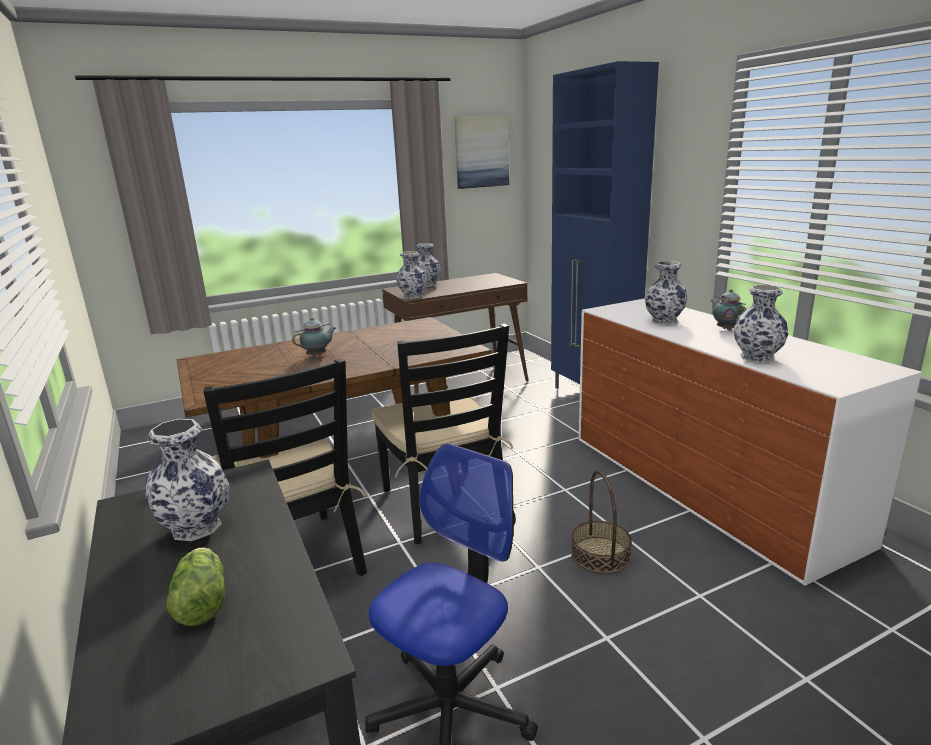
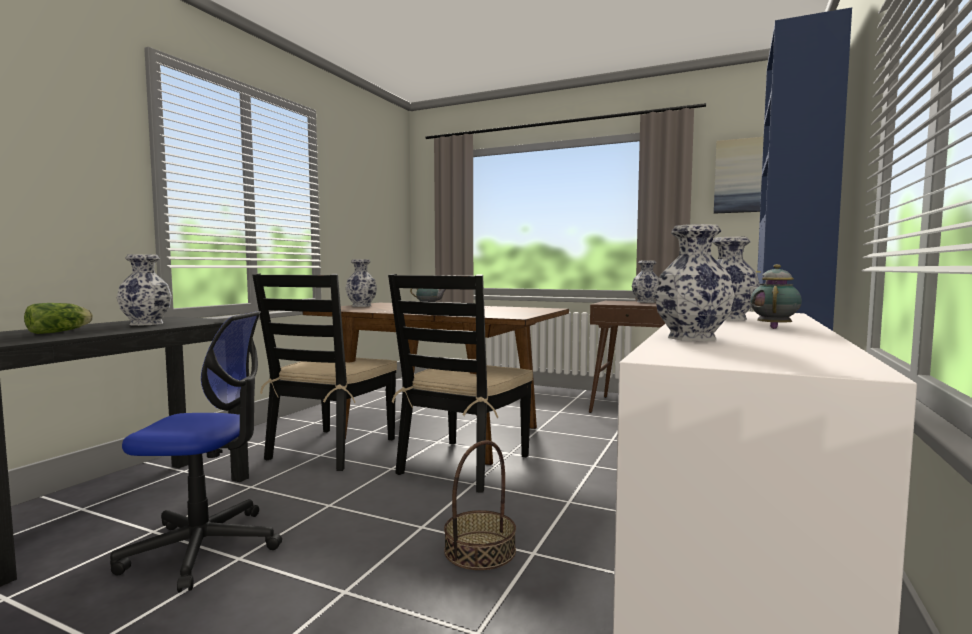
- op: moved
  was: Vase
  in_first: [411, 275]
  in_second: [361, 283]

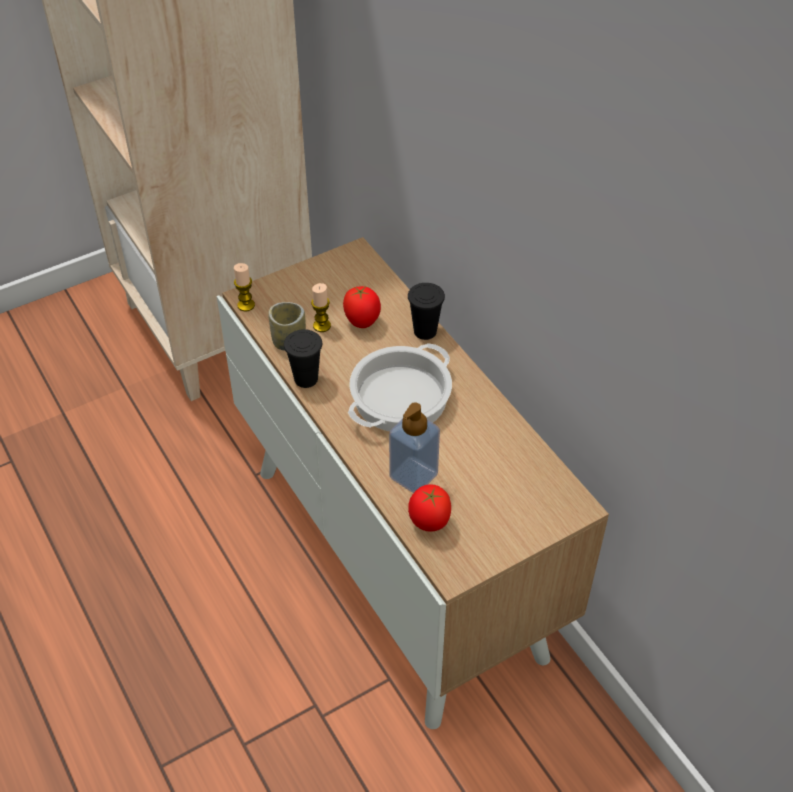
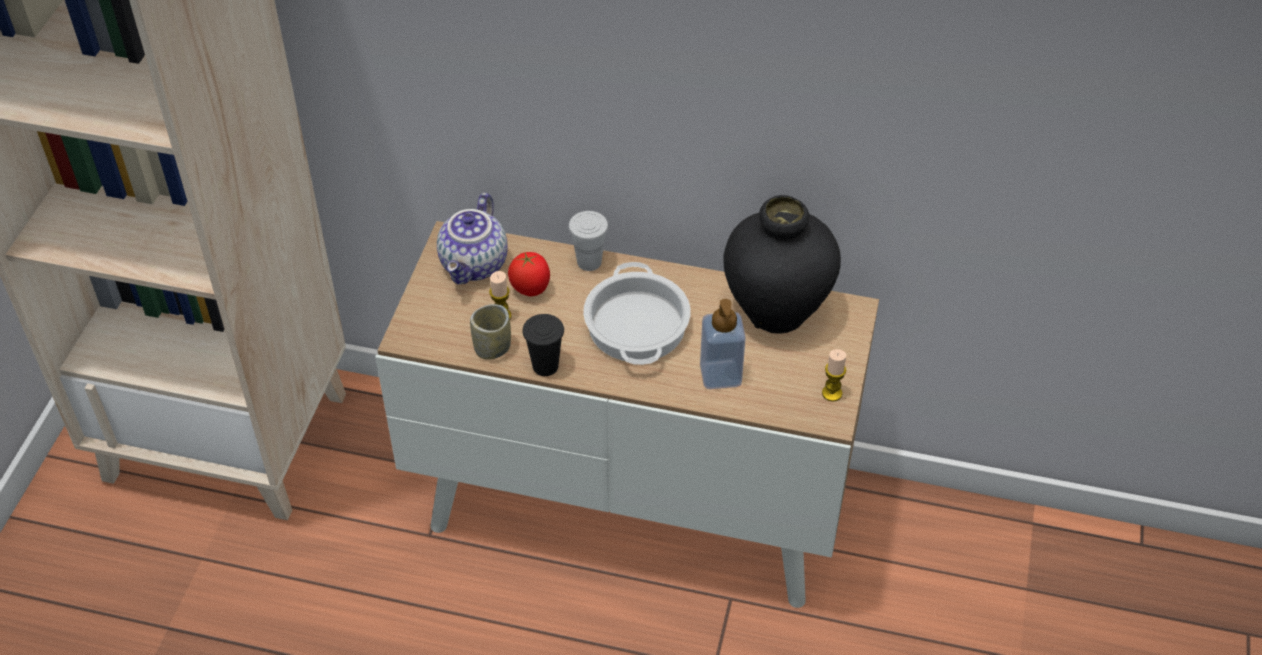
- op: moved
  was: Kerze
  in_first: [244, 287]
  in_second: [834, 375]
- op: recoloured
  was: Tasse (schwarz)
  now: Tasse (weiß)
  in_first: [426, 311]
  in_second: [588, 241]
- op: removed
  was: Tomate
  in_first: [429, 508]
- op: added
  now: Teekanne
  in_second: [472, 238]
- op: added
  now: Vase (schwarz)
  in_second: [782, 264]

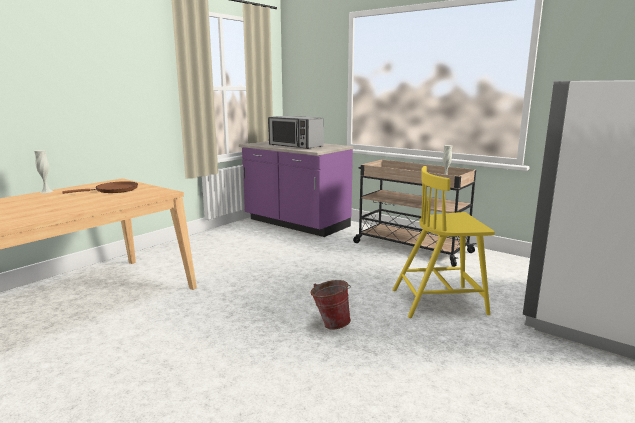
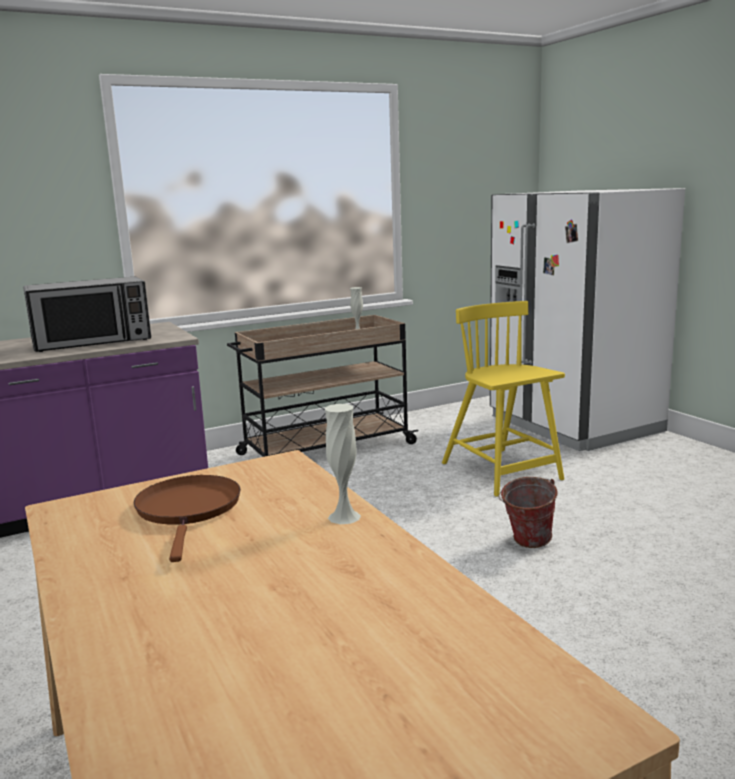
- op: moved
  was: Vase (weiß)
  in_first: [43, 171]
  in_second: [343, 464]
- op: turned
  was: Stuhl (gelb)
  in_first: [443, 242]
  in_second: [503, 399]
  clockwise: 135

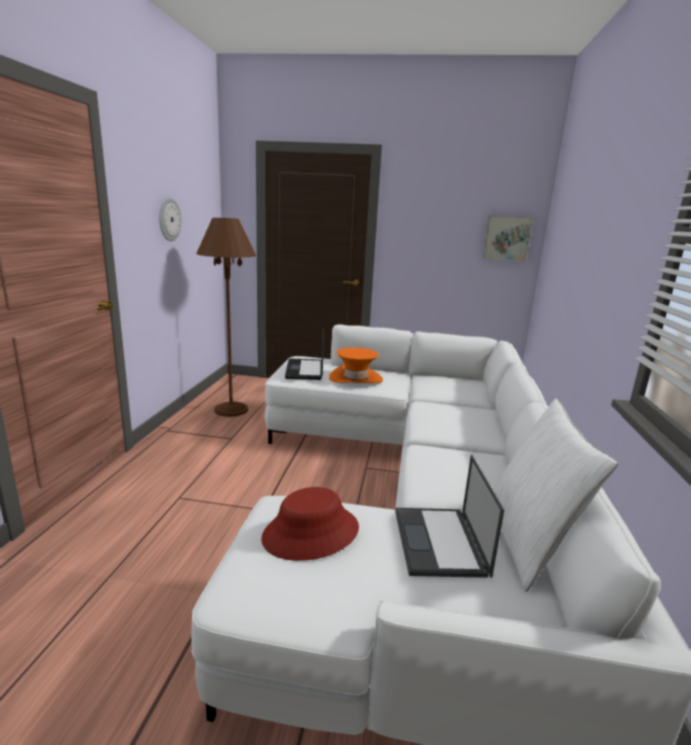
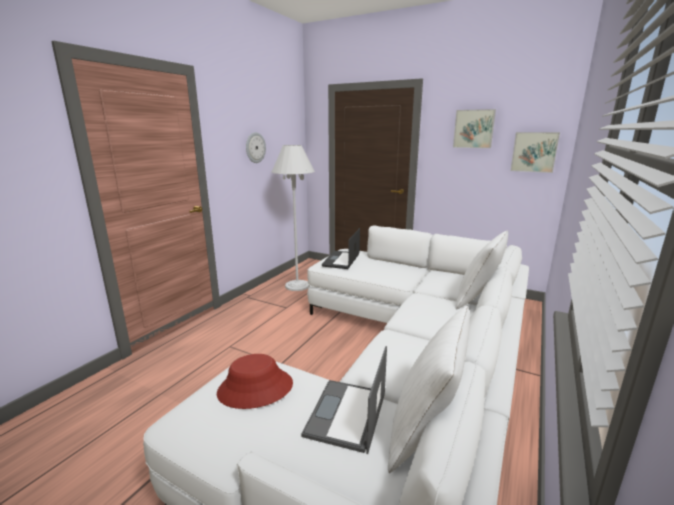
- op: recoloured
  was: Stehlampe (braun)
  now: Stehlampe (weiß)
  in_first: [226, 317]
  in_second: [293, 218]
- op: removed
  was: Hut (orange)
  in_first: [356, 365]
- op: added
  now: Bild
  in_second: [474, 128]
- op: added
  now: Kissen (weiß)
  in_second: [481, 270]

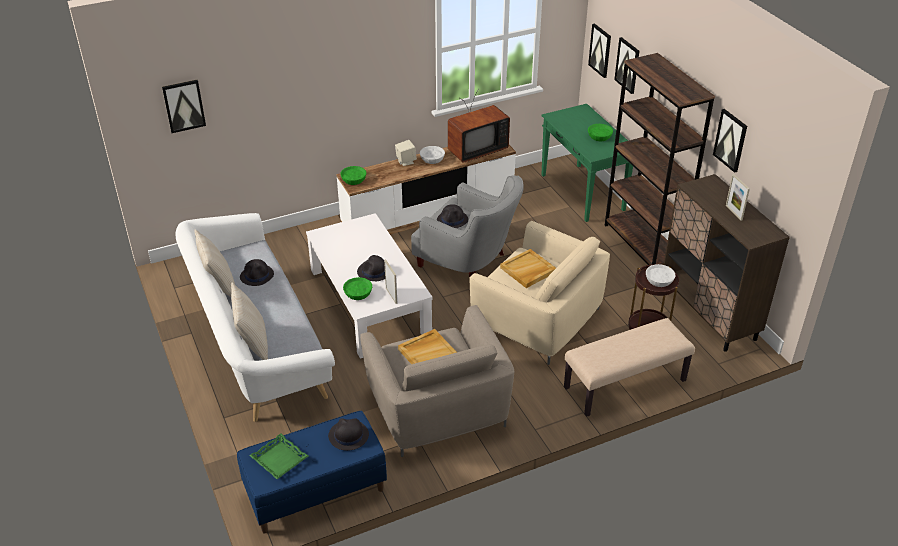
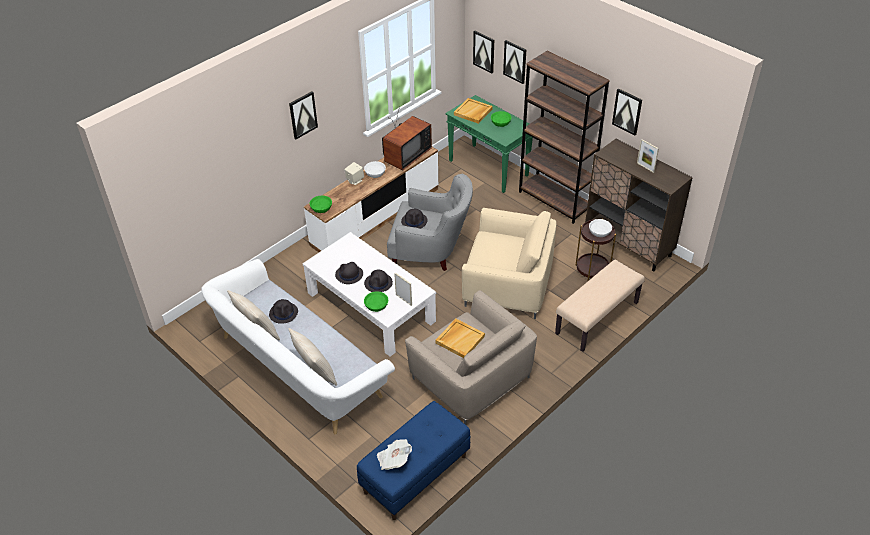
- op: moved
  was: Bild
  in_first: [184, 106]
  in_second: [303, 115]
- op: moved
  was: Tablett (beige)
  in_first: [528, 268]
  in_second: [473, 111]
- op: moved
  was: Hut (schwarz)
  in_first: [348, 434]
  in_second: [349, 273]
- op: replaced
  was: Tablett (grün)
  now: Zeitung
  in_first: [278, 456]
  in_second: [394, 454]

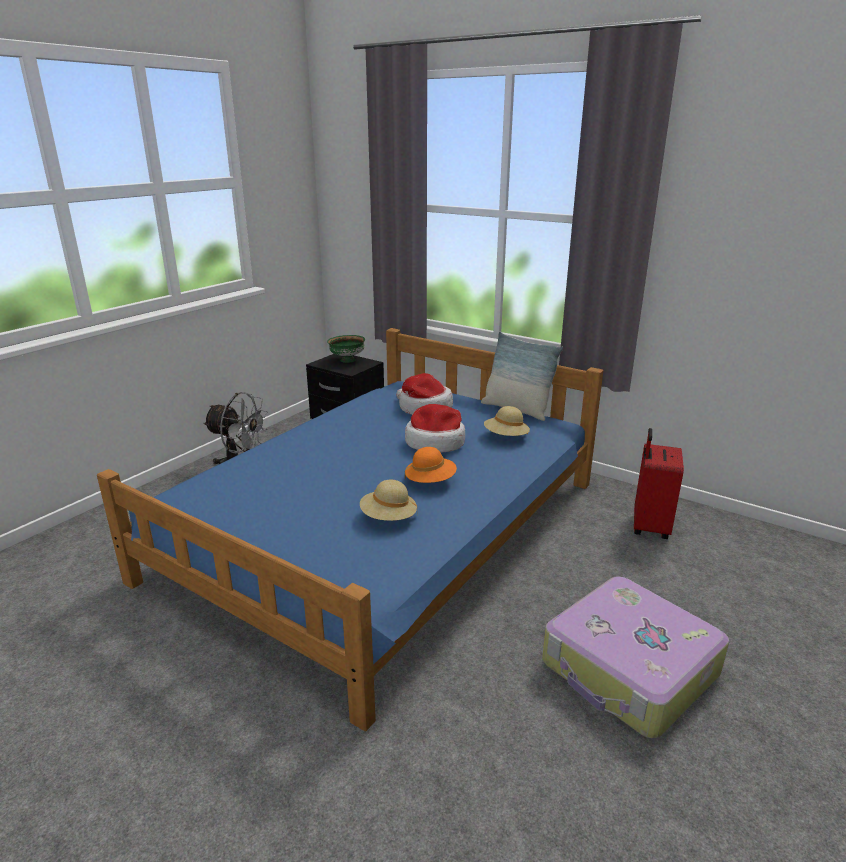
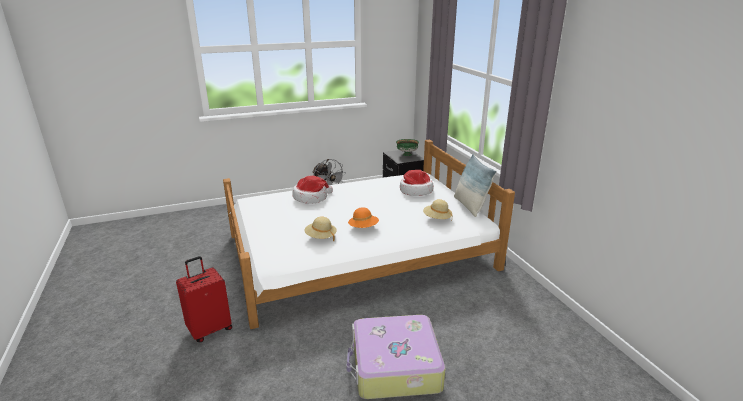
- op: recoloured
  was: Bett (blau)
  now: Bett (weiß)
  in_first: [350, 529]
  in_second: [369, 234]
- op: moved
  was: Hut
  in_first: [435, 428]
  in_second: [312, 190]
- op: moved
  was: Koffer (rot)
  in_first: [659, 483]
  in_second: [204, 299]

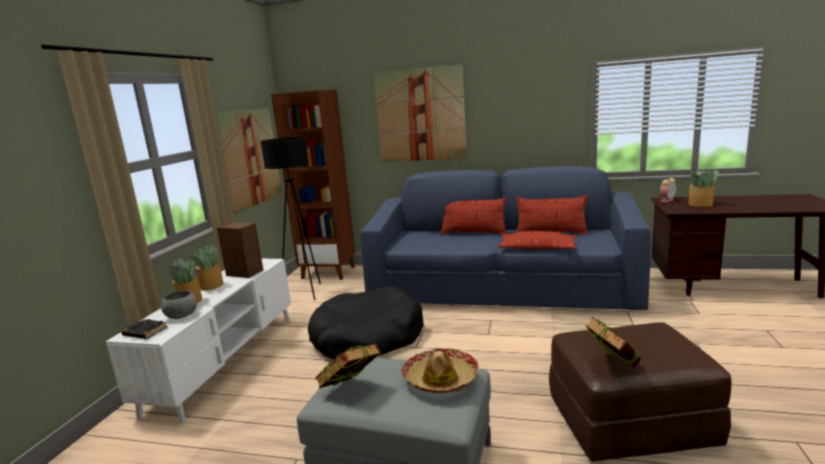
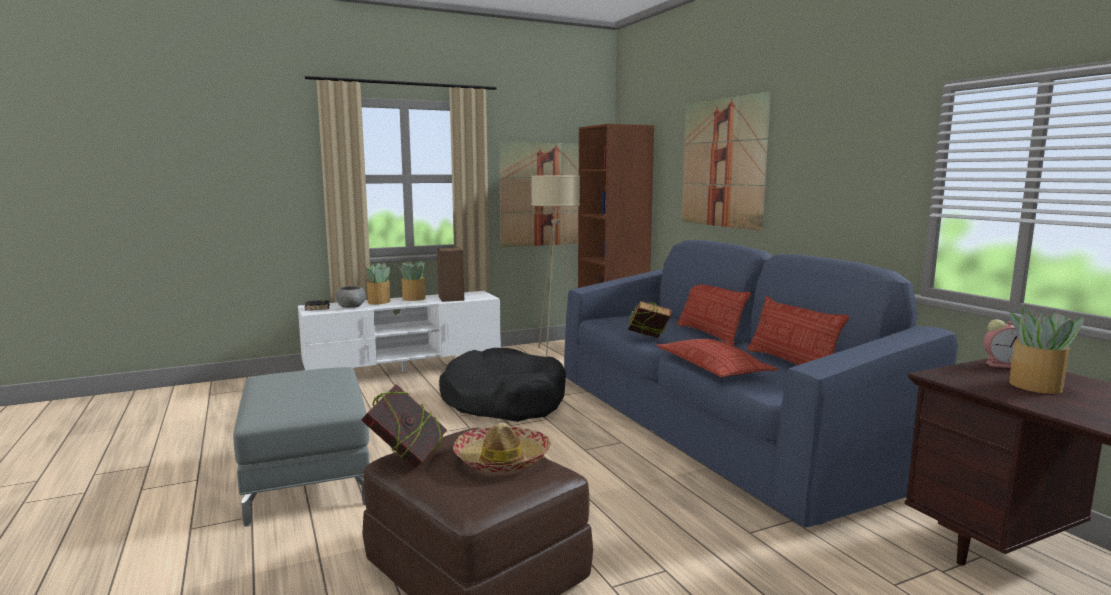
- op: recoloured
  was: Stehlampe (schwarz)
  now: Stehlampe (beige)
  in_first: [290, 218]
  in_second: [555, 266]
- op: moved
  was: Buch
  in_first: [348, 365]
  in_second: [650, 319]
- op: moved
  was: Hut
  in_first: [440, 370]
  in_second: [502, 447]

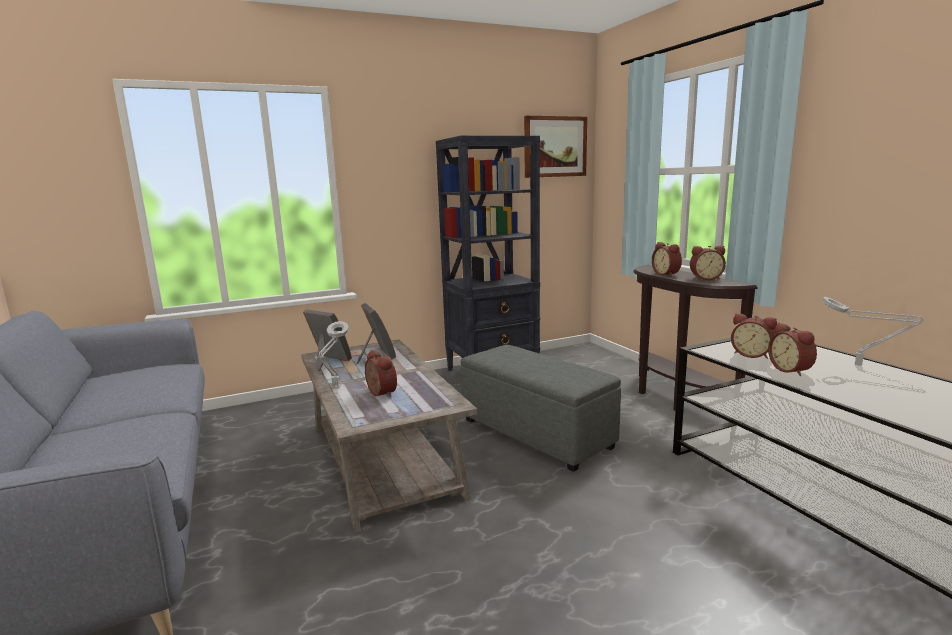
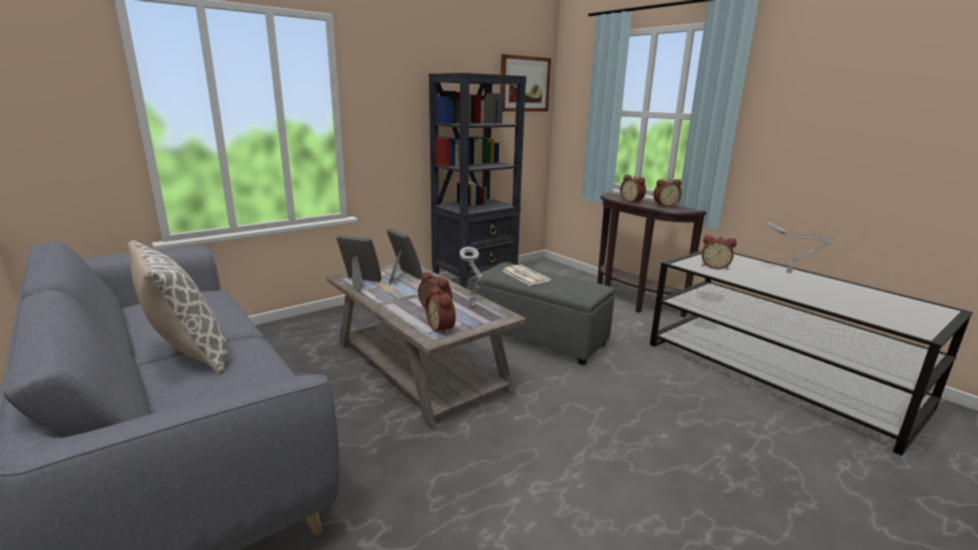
- op: moved
  was: Tischlampe (grau)
  in_first: [333, 354]
  in_second: [471, 277]
- op: moved
  was: Wecker
  in_first: [792, 349]
  in_second: [441, 310]
- op: added
  now: Kissen
  in_second: [177, 307]
- op: added
  now: Zeitung
  in_second: [527, 275]

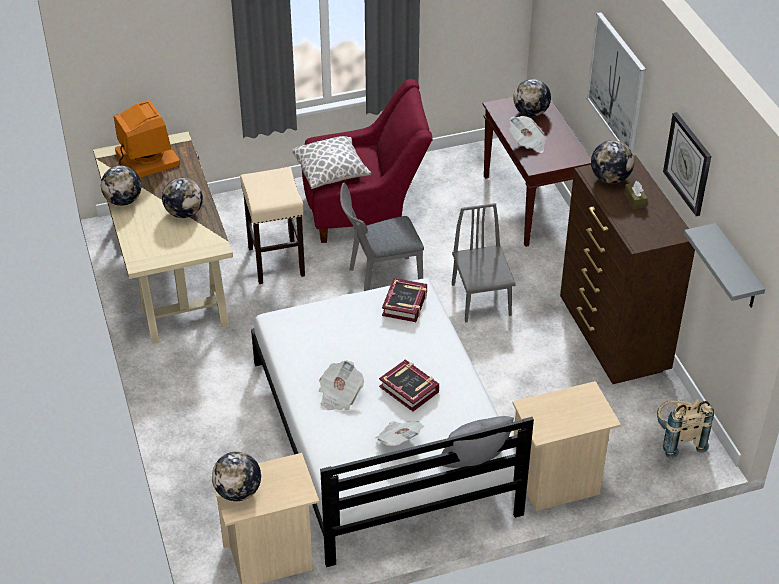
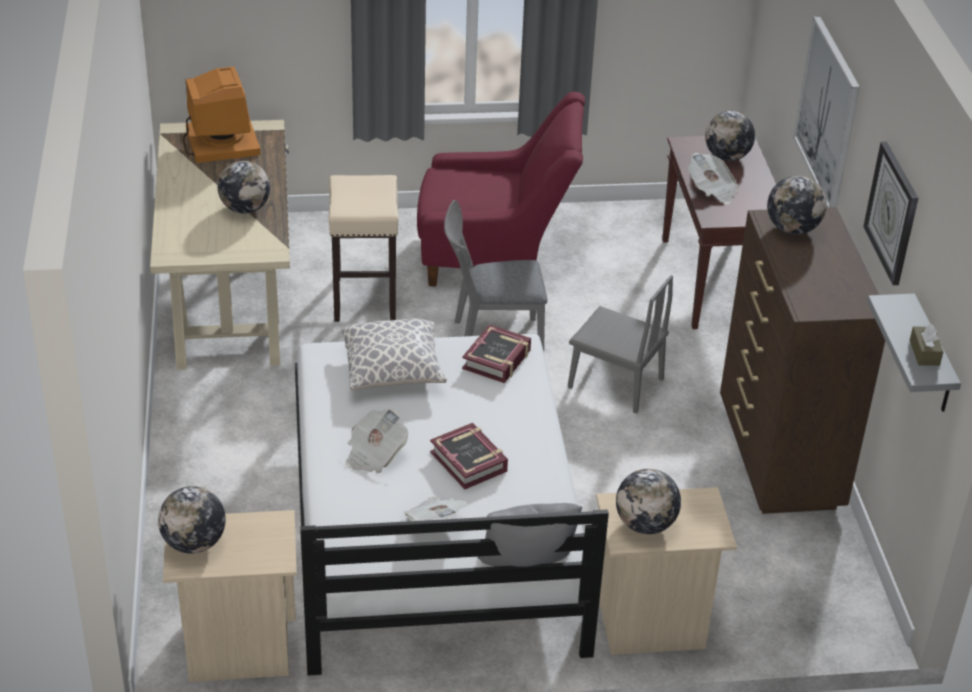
- op: moved
  was: Kissen
  in_first: [331, 162]
  in_second: [394, 354]
- op: moved
  was: Globus
  in_first: [121, 185]
  in_second: [648, 501]
- op: moved
  was: Taschentuchbox (braun)
  in_first: [636, 195]
  in_second: [926, 344]
- op: turned
  was: Stuhl (grau)
  in_first: [484, 263]
  in_second: [620, 344]
  clockwise: 120
- op: removed
  was: Rucksack (beige)
  in_first: [685, 428]

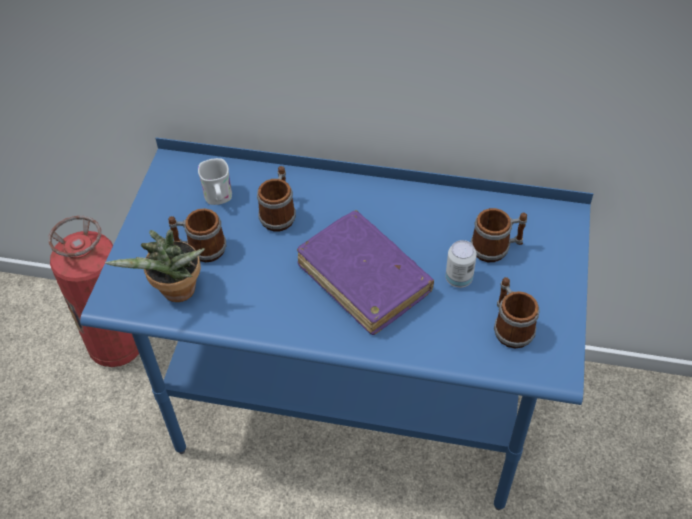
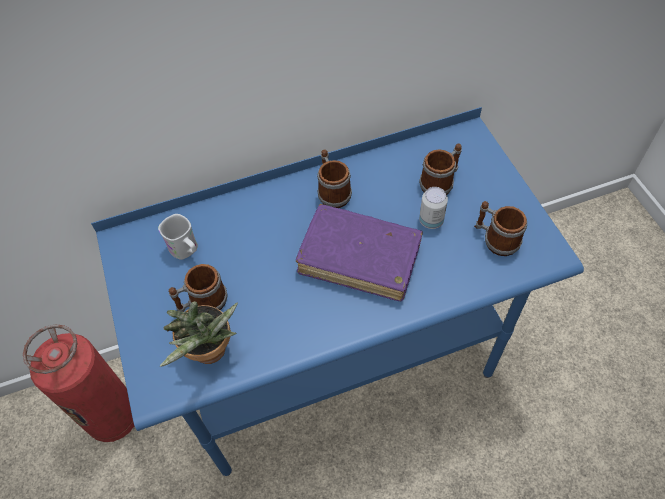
- op: moved
  was: Henkelbecher
  in_first: [276, 198]
  in_second: [334, 178]

